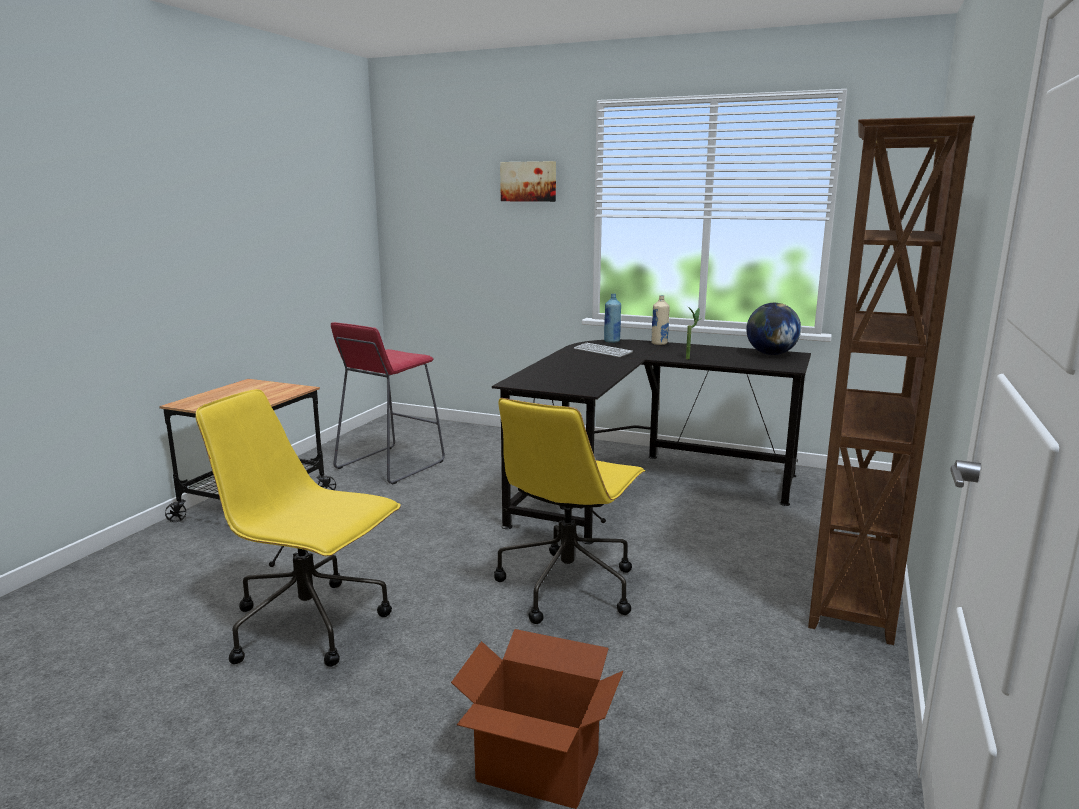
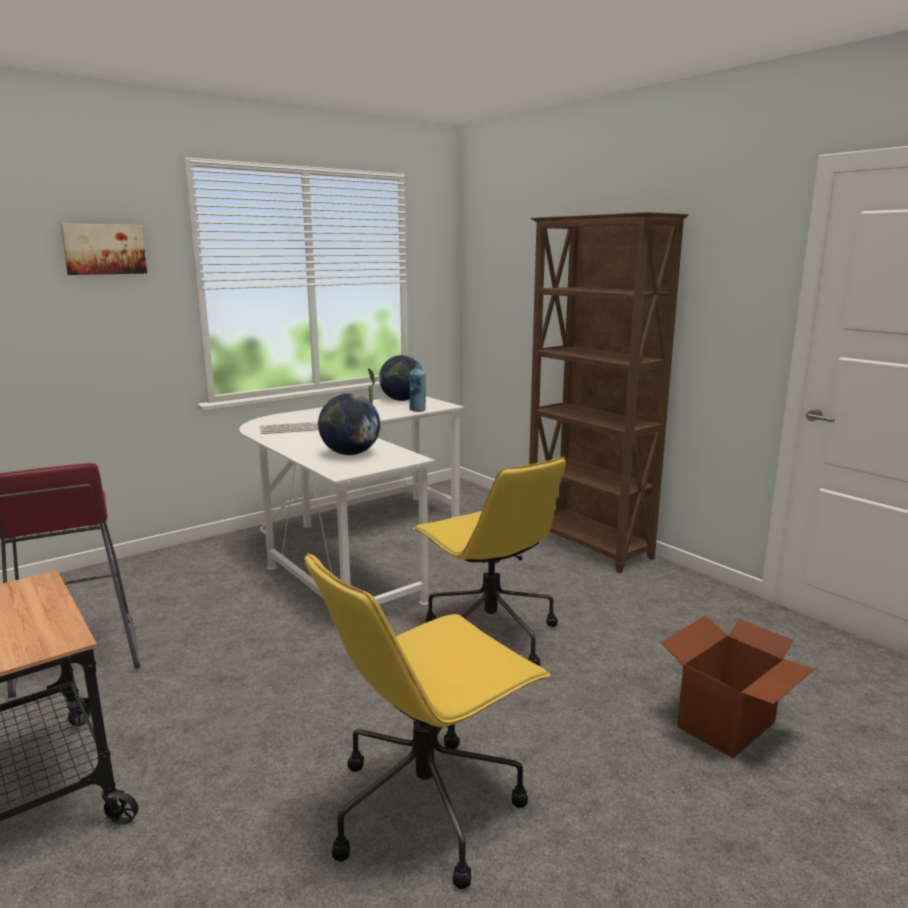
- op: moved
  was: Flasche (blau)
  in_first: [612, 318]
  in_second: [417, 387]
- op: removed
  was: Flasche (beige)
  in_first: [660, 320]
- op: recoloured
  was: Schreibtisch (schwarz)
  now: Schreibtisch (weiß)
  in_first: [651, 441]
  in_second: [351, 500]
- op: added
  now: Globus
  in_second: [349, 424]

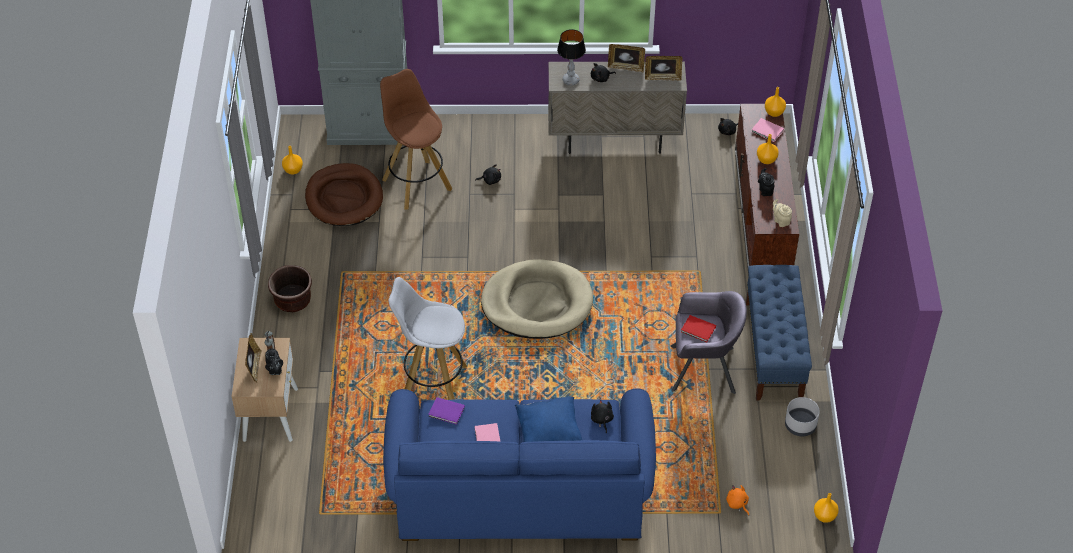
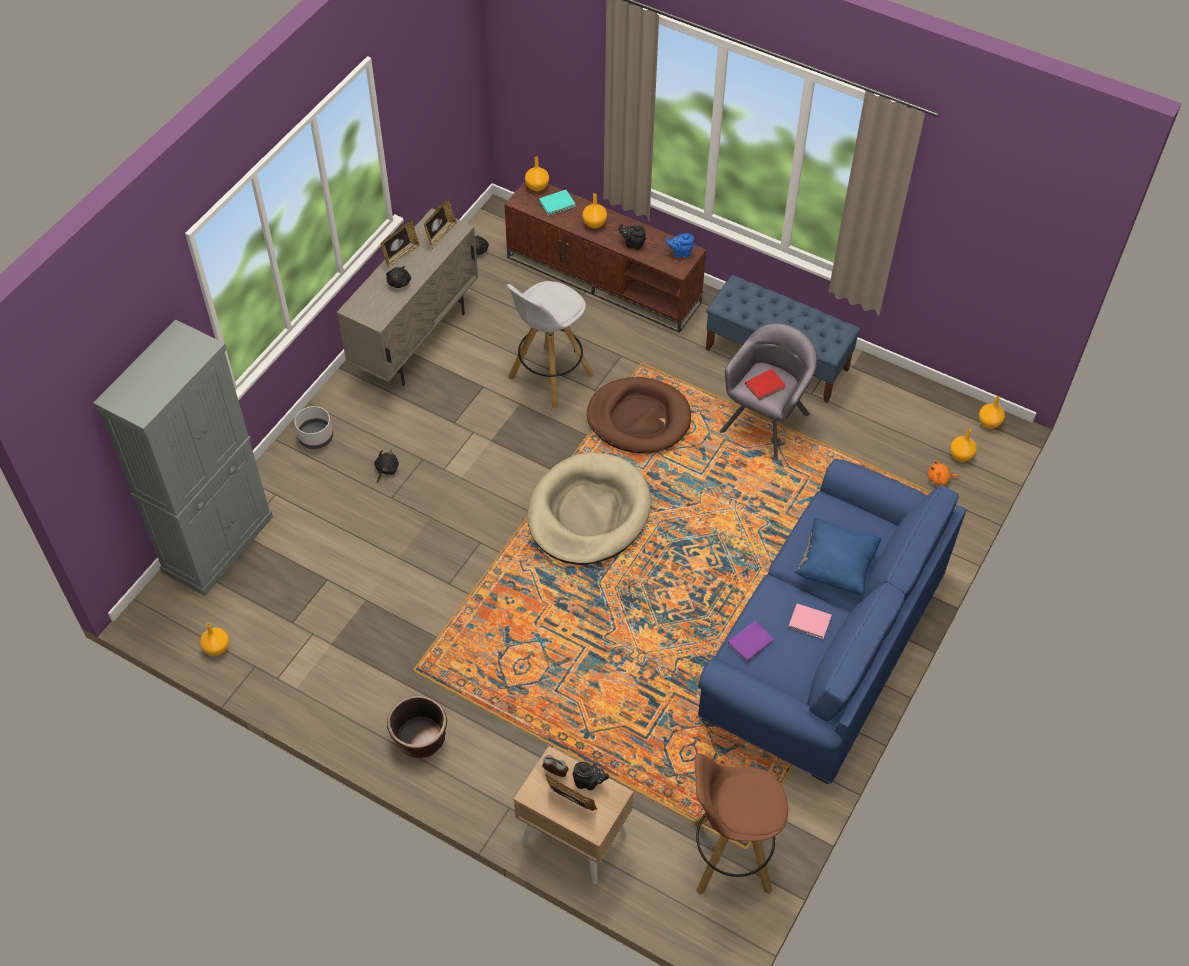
- op: removed
  was: Tischlampe
  in_first: [571, 57]
- op: moved
  was: Hocker (braun)
  in_first: [416, 139]
  in_second: [740, 824]
- op: recoloured
  was: Buch (rosa)
  now: Buch (türkis)
  in_first: [767, 130]
  in_second: [557, 203]
- op: moved
  was: Hundebett (braun)
  in_first: [344, 194]
  in_second: [639, 415]
- op: recoloured
  was: Teekanne (beige)
  now: Teekanne (blau)
  in_first: [782, 213]
  in_second: [680, 245]
- op: moved
  was: Hocker (weiß)
  in_first: [427, 338]
  in_second: [550, 345]
- op: moved
  was: Pflanzkübel (grau)
  in_first: [802, 416]
  in_second: [314, 427]
- op: removed
  was: Plüschtier (schwarz)
  in_first: [602, 416]
- op: added
  now: Vase (orange)
  in_second: [963, 445]

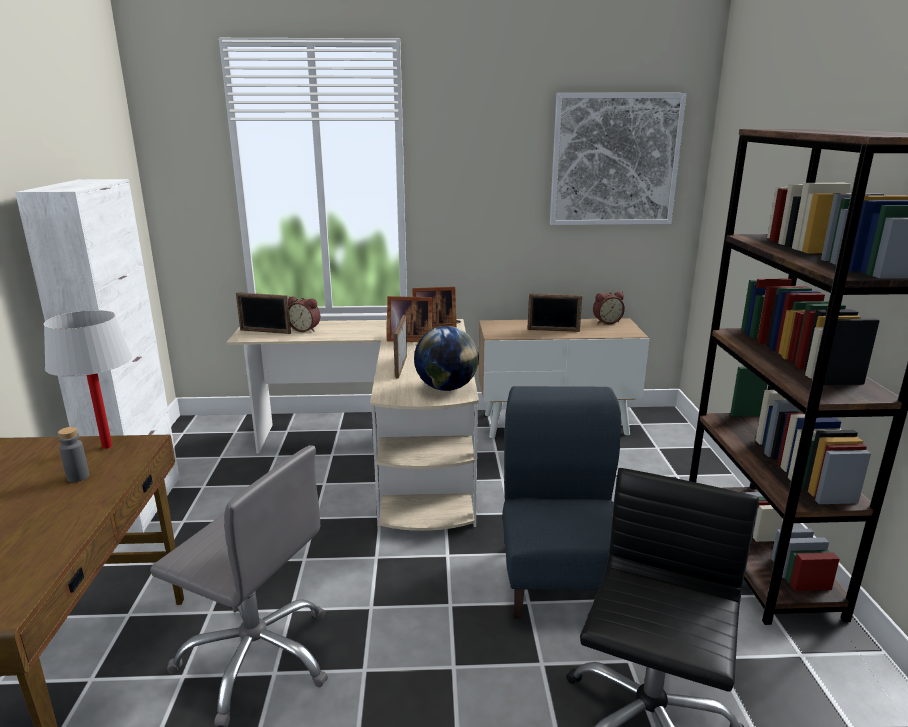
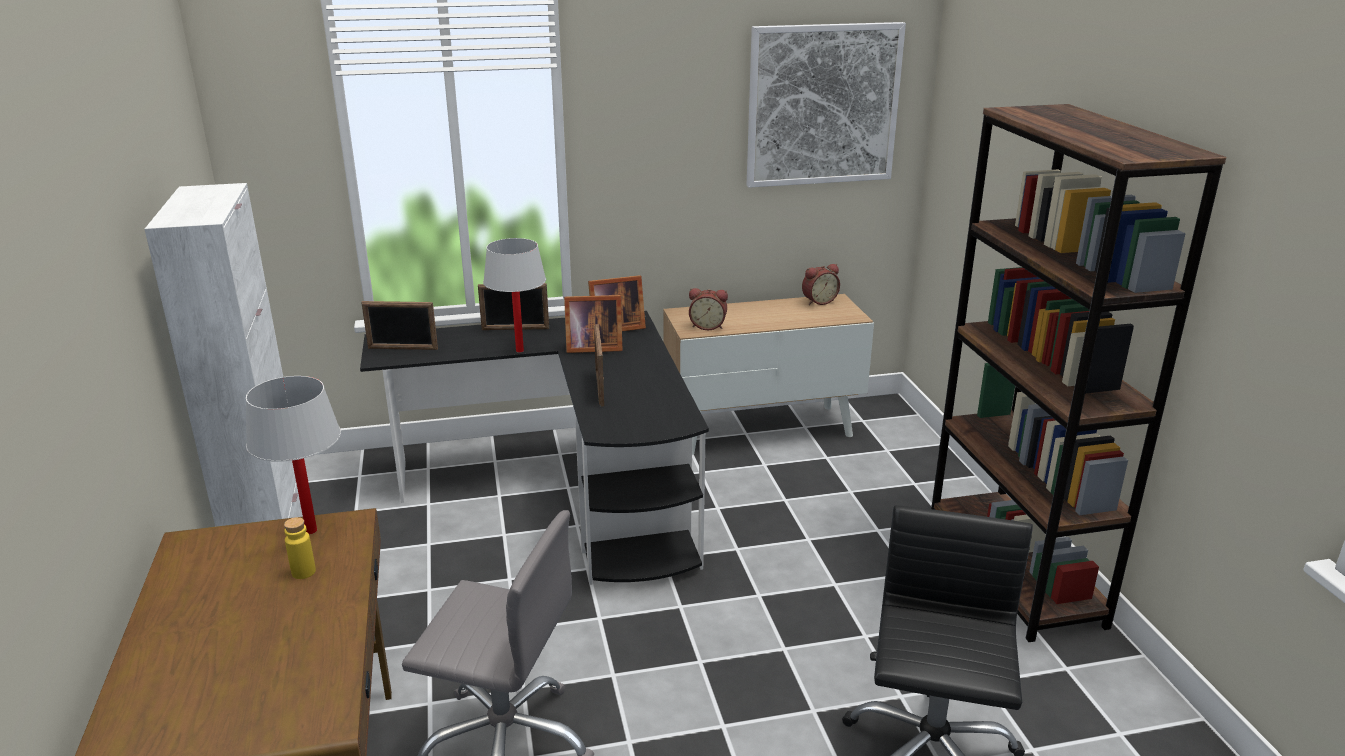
- op: moved
  was: Bilderrahmen
  in_first: [554, 312]
  in_second: [513, 306]
- op: moved
  was: Wecker
  in_first: [304, 314]
  in_second: [708, 309]
- op: recoloured
  was: Schreibtisch (beige)
  now: Schreibtisch (schwarz)
  in_first: [352, 425]
  in_second: [534, 448]
- op: removed
  was: Globus
  in_first: [446, 358]
- op: removed
  was: Stuhl (blau)
  in_first: [562, 502]
- op: recoloured
  was: Flasche (grau)
  now: Flasche (gelb)
  in_first: [73, 454]
  in_second: [300, 548]
- op: added
  now: Tischlampe (weiß)
  in_second: [514, 295]

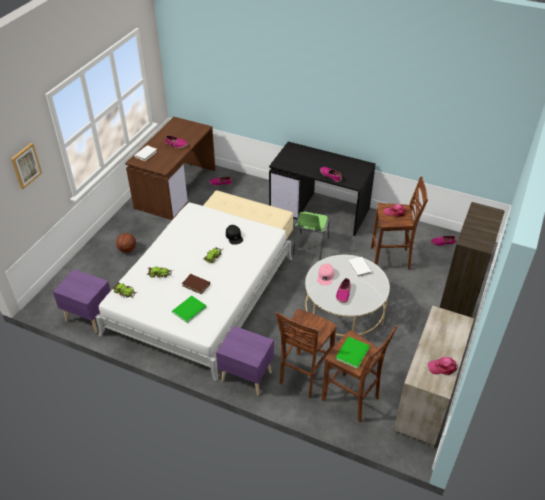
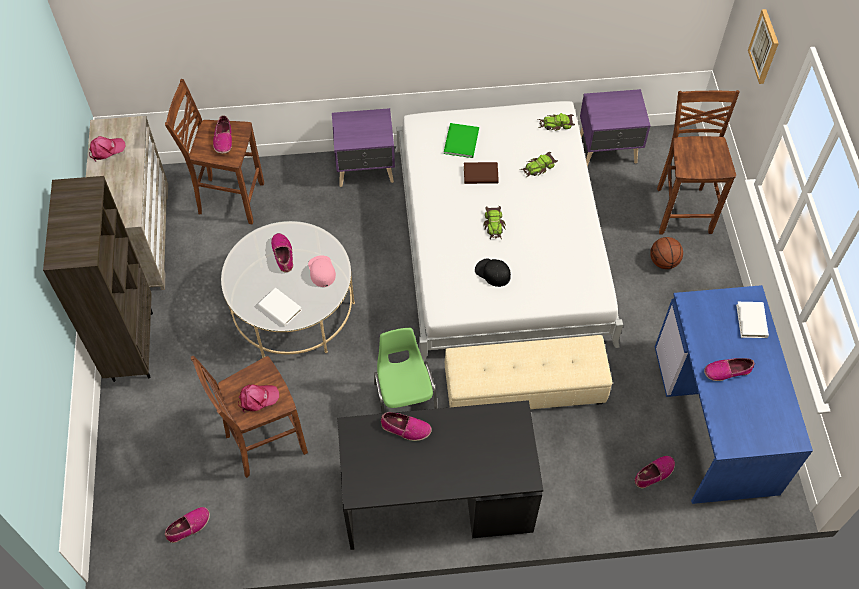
- op: recoloured
  was: Schreibtisch (braun)
  now: Schreibtisch (blau)
  in_first: [170, 168]
  in_second: [734, 394]
- op: moved
  was: Hocker (braun)
  in_first: [306, 353]
  in_second: [698, 162]
- op: replaced
  was: Buch (grün)
  now: Schuh
  in_first: [352, 353]
  in_second: [222, 134]

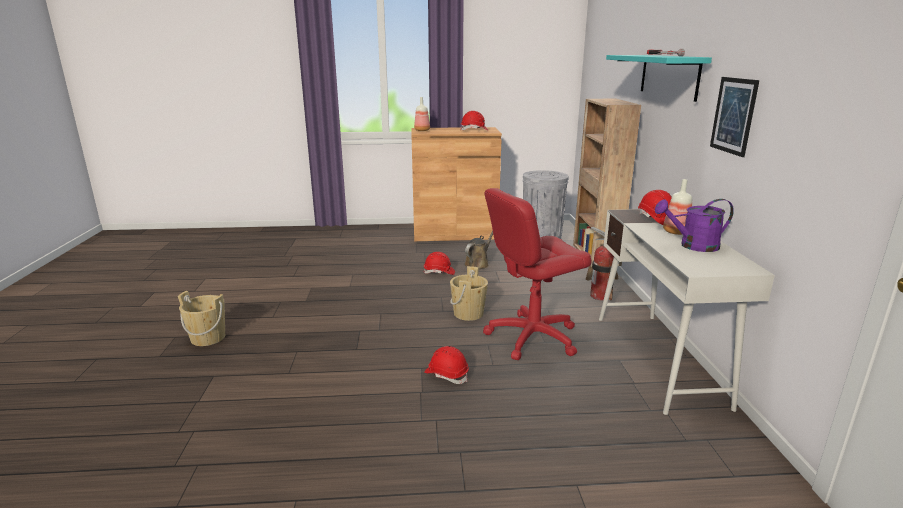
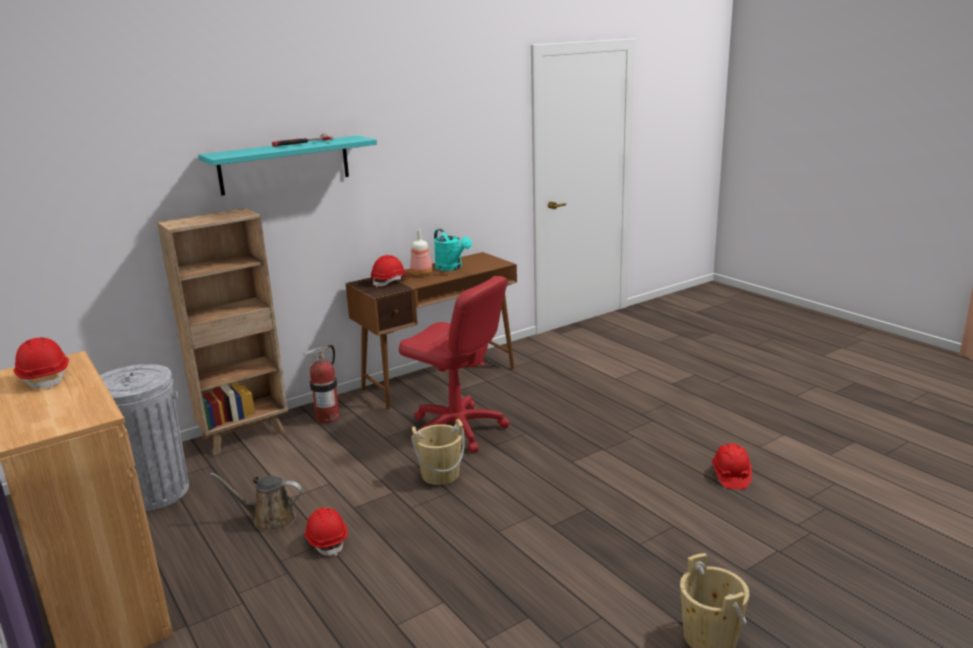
- op: removed
  was: Bild
  in_first: [734, 117]
- op: removed
  was: Flasche
  in_first: [422, 114]
- op: recoloured
  was: Gießkanne (lila)
  now: Gießkanne (türkis)
  in_first: [694, 225]
  in_second: [453, 250]
- op: recoloured
  was: Schreibtisch (weiß)
  now: Schreibtisch (braun)
  in_first: [687, 312]
  in_second: [431, 331]
- op: moved
  was: Schutzhelm (rot)
  in_first: [446, 365]
  in_second: [732, 466]

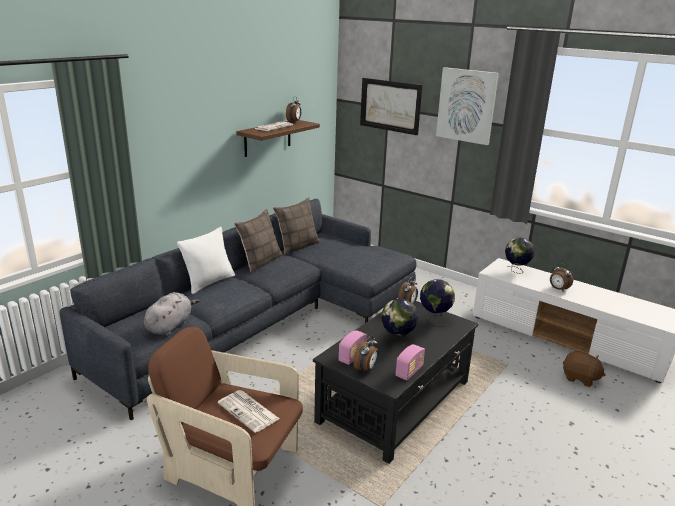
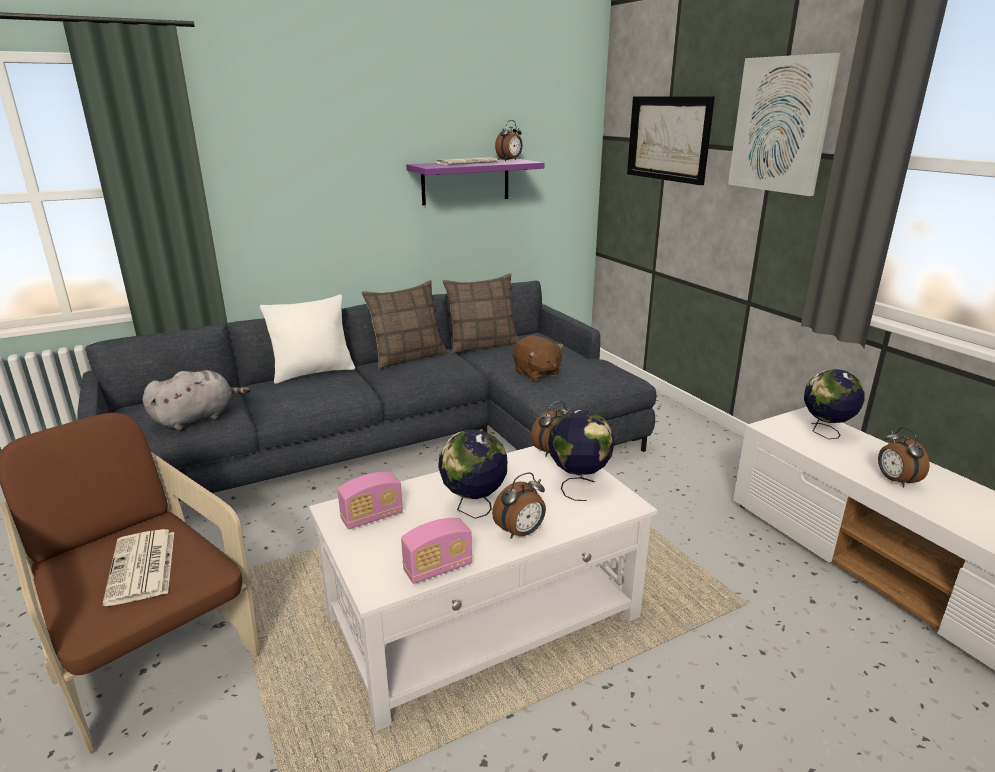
- op: recoloured
  was: Wandregal (braun)
  now: Wandregal (lila)
  in_first: [278, 138]
  in_second: [475, 182]
- op: recoloured
  was: Couchtisch (schwarz)
  now: Couchtisch (weiß)
  in_first: [395, 382]
  in_second: [483, 588]
- op: moved
  was: Wecker
  in_first: [366, 354]
  in_second: [519, 505]
- op: moved
  was: Plüschtier (braun)
  in_first: [584, 369]
  in_second: [538, 358]

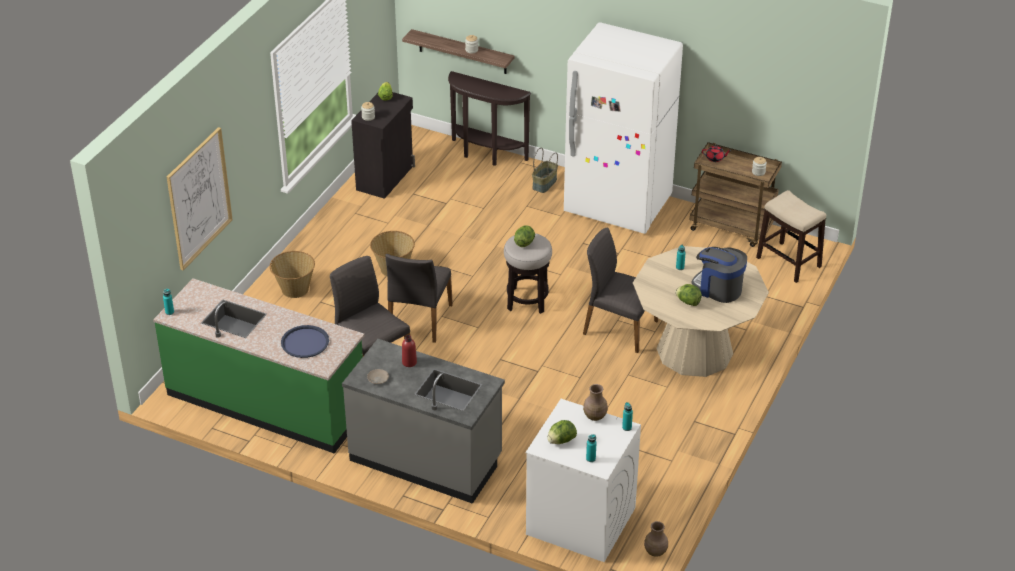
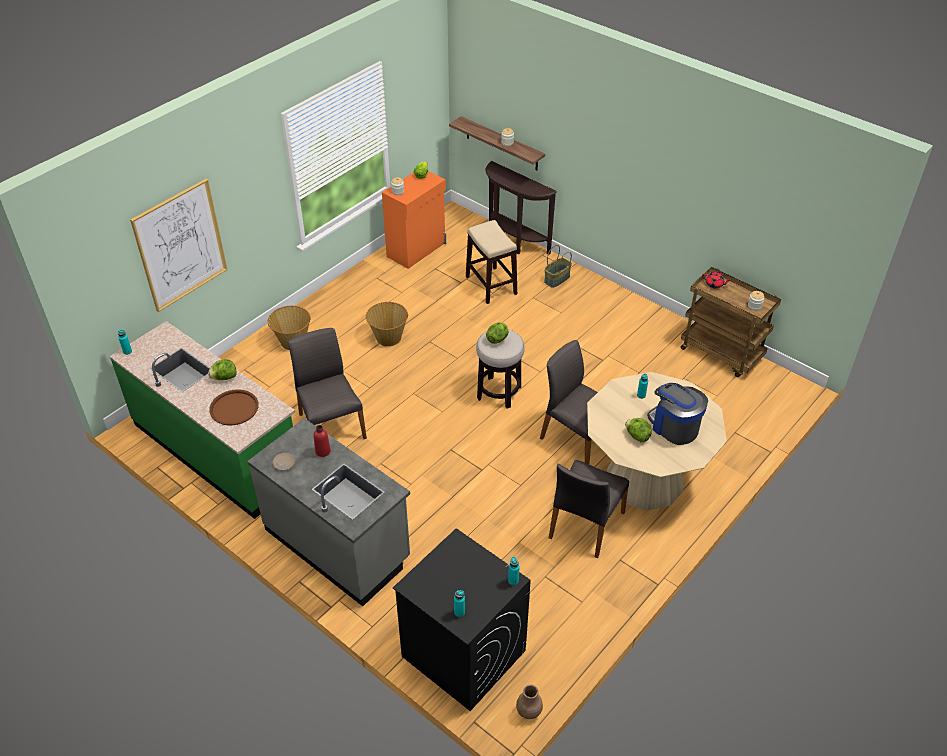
- op: removed
  was: Kühlschrank (weiß)
  in_first: [623, 128]
- op: recoloured
  was: Schrank (schwarz)
  now: Schrank (orange)
  in_first: [383, 145]
  in_second: [414, 220]
- op: moved
  was: Hocker
  in_first: [791, 236]
  in_second: [491, 262]
- op: moved
  was: Stuhl (grau)
  in_first: [419, 298]
  in_second: [589, 509]
- op: recoloured
  was: Tablett (blau)
  now: Tablett (braun)
  in_first: [305, 341]
  in_second: [234, 407]
- op: removed
  was: Vase (braun)
  in_first: [595, 402]
- op: recoloured
  was: Waschmaschine (weiß)
  now: Waschmaschine (schwarz)
  in_first: [583, 480]
  in_second: [462, 619]
- op: moved
  was: Salatkopf
  in_first: [562, 432]
  in_second: [222, 369]

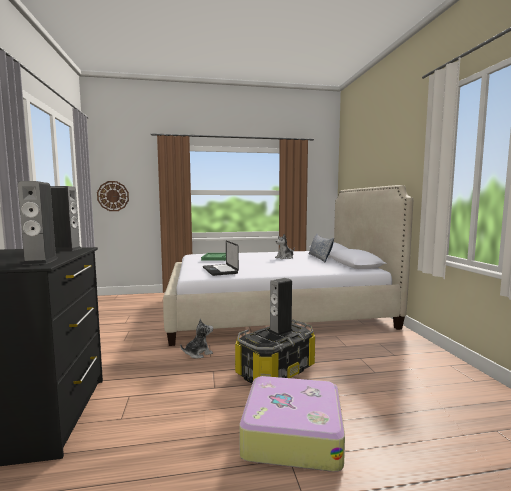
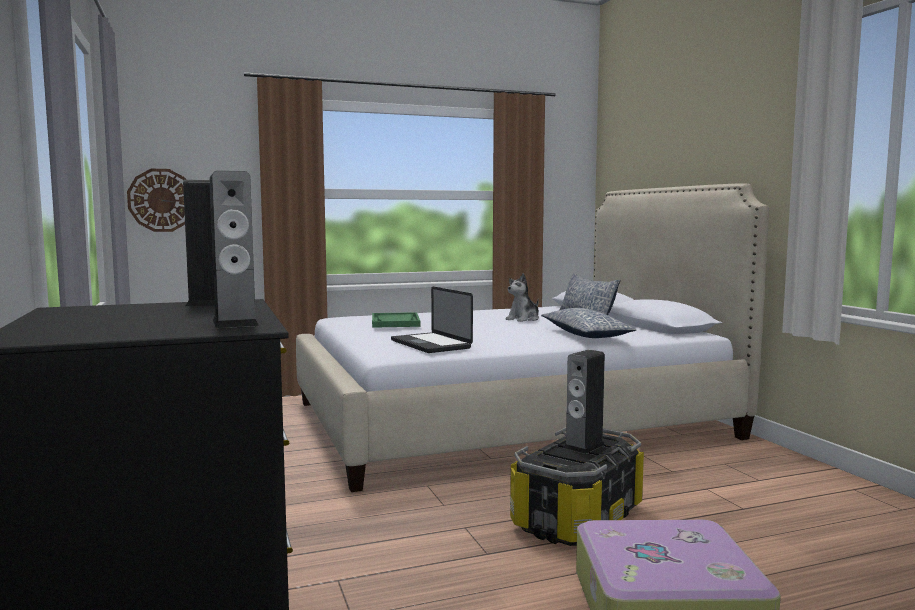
- op: removed
  was: Plüschtier
  in_first: [196, 339]
- op: added
  now: Kissen
  in_second: [588, 323]

